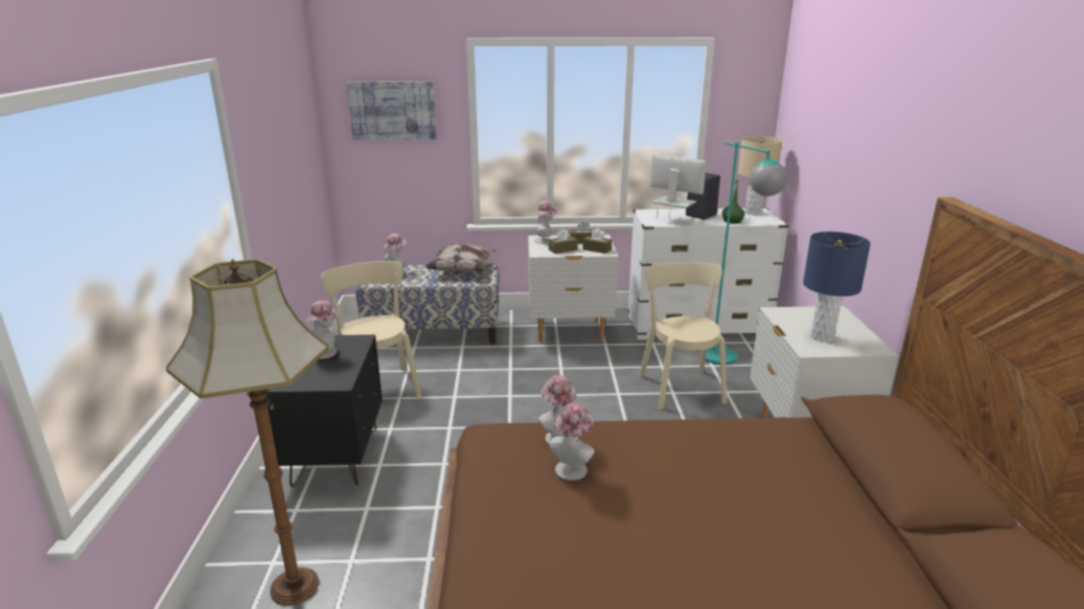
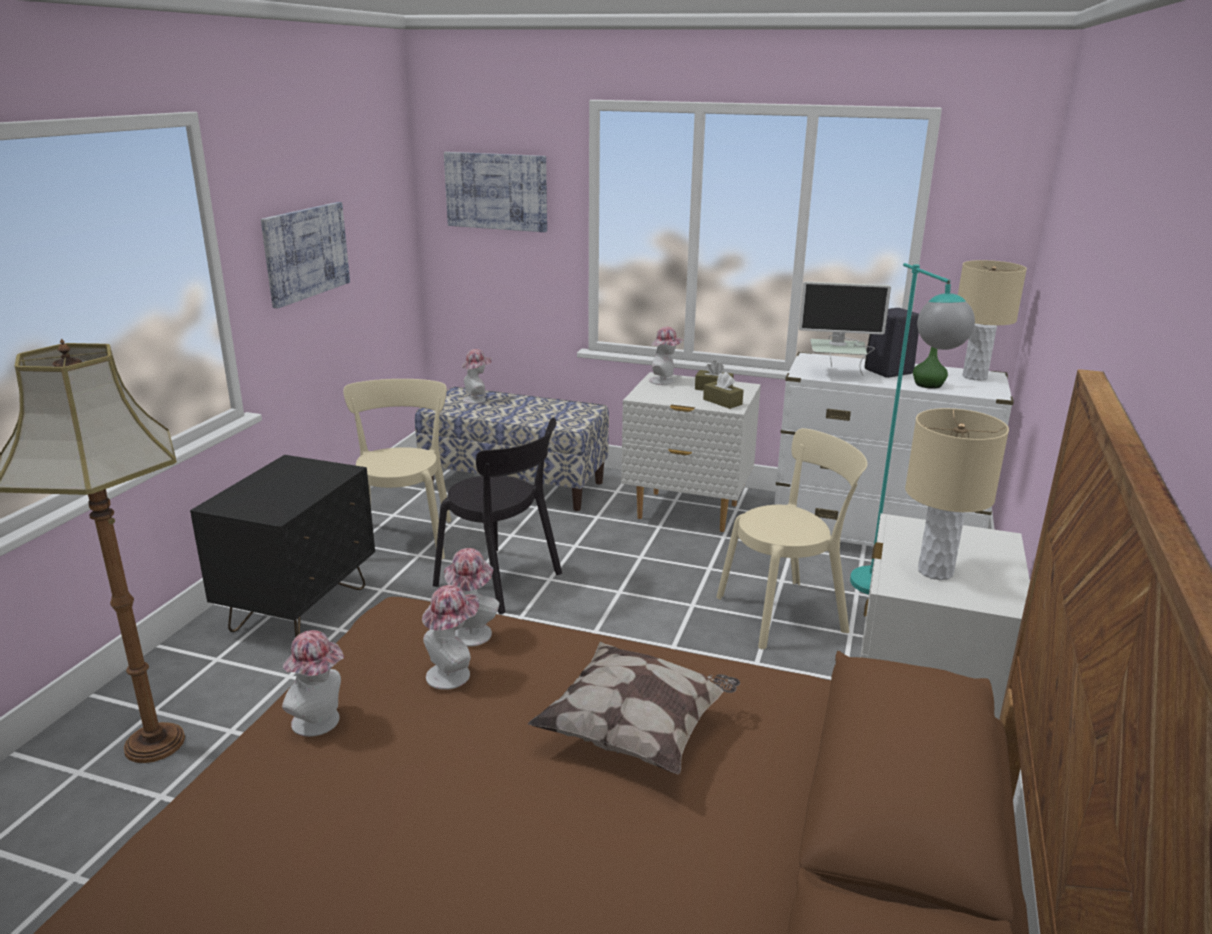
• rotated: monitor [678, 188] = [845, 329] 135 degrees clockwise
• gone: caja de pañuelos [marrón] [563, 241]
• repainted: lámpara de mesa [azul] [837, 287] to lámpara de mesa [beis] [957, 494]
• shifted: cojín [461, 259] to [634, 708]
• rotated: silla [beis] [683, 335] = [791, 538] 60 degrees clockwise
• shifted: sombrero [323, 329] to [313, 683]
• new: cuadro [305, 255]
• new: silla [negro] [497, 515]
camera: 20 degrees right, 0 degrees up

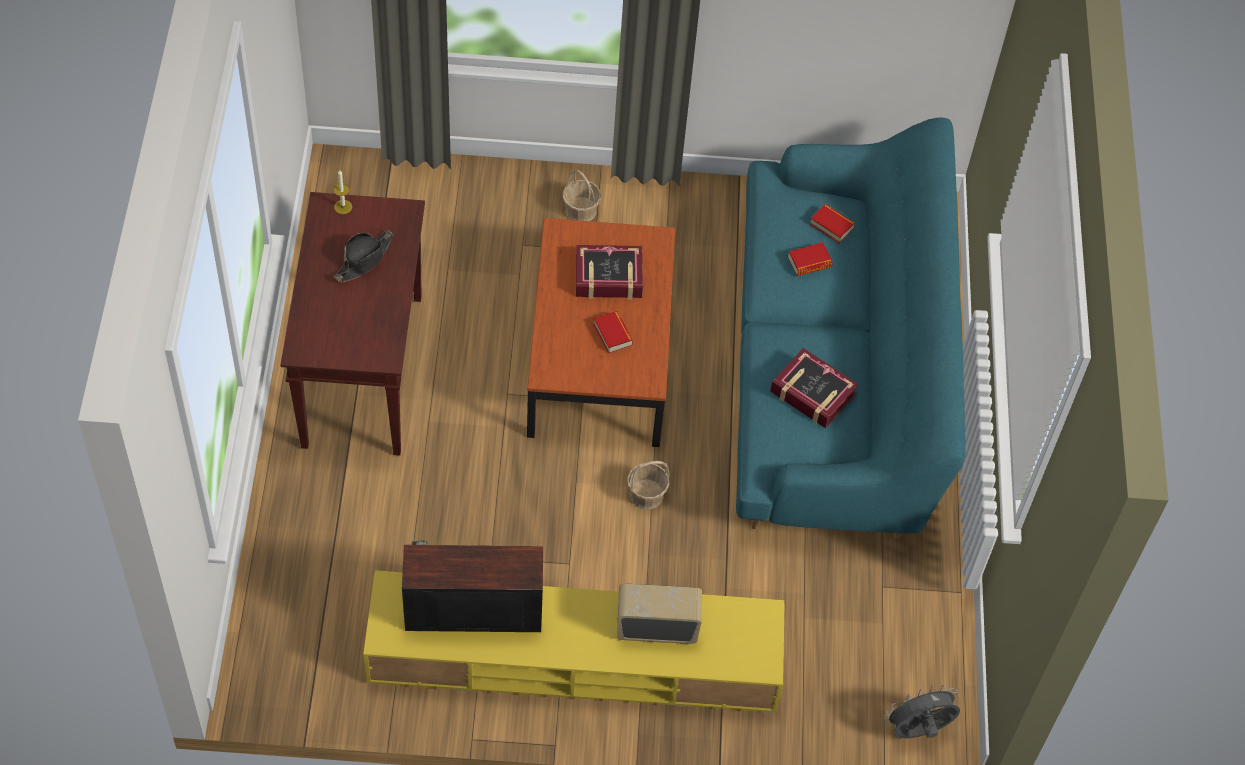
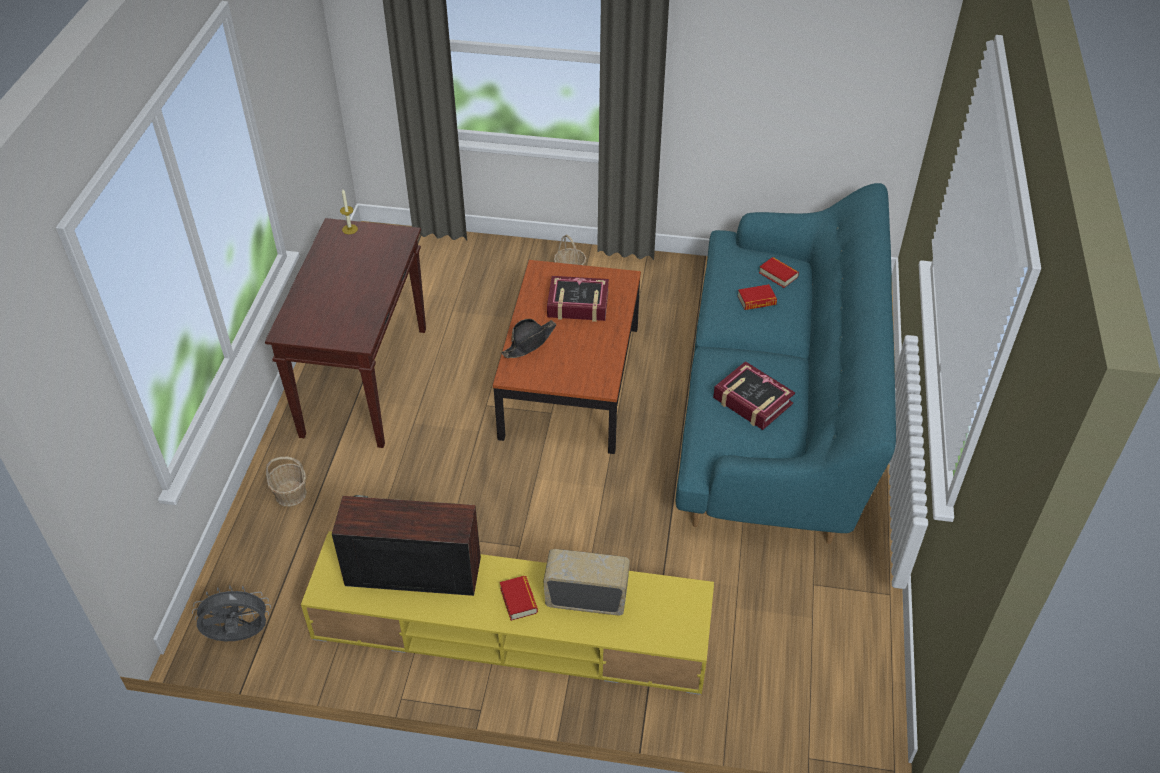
• shifted: sombrero [negro] [364, 256] to [529, 338]
• shifted: libro [613, 332] to [519, 598]
• shifted: cesta [648, 485] to [286, 481]
• shifted: ventilador [gris] [921, 711] to [231, 613]
camera: 10 degrees right, 10 degrees down

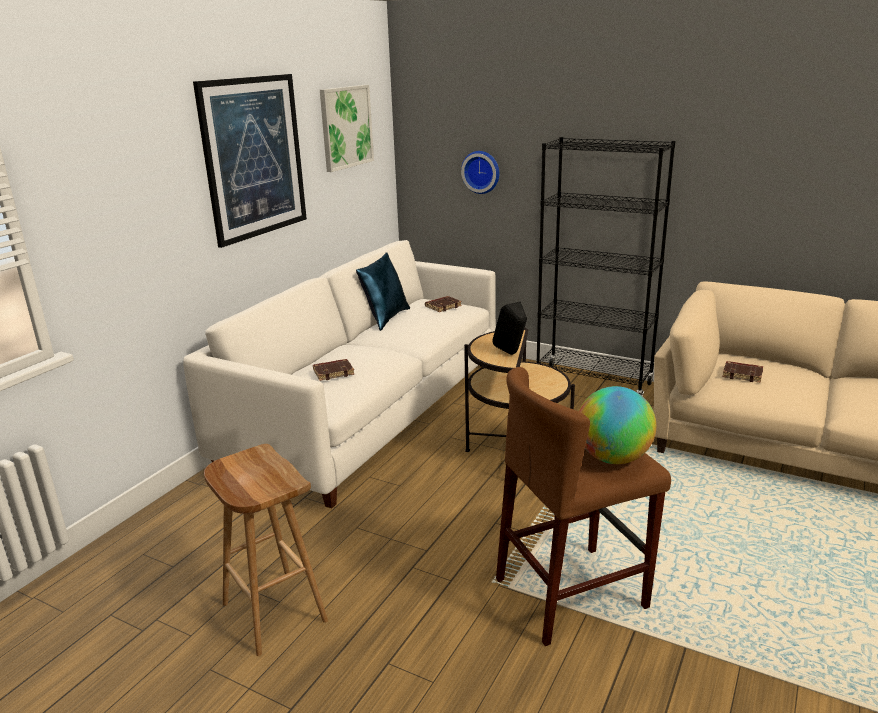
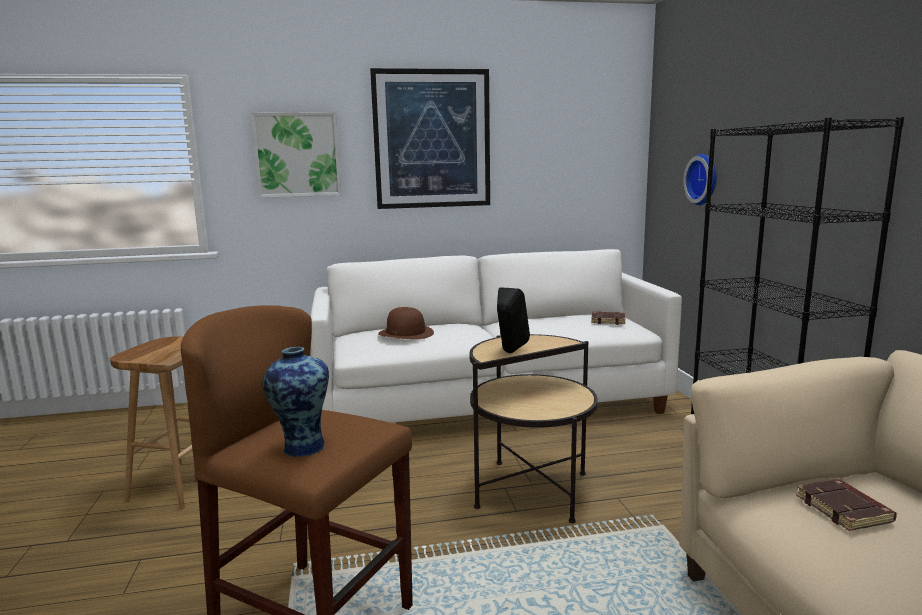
• shifted: cuadro [347, 128] to [296, 155]
• gone: cojín [azul] [383, 291]
• swapped: libro [marrón] [333, 370] to sombrero [marrón] [406, 323]
• swapped: globo terráqueo [617, 425] to florero [296, 402]
camera: 50 degrees right, 10 degrees down

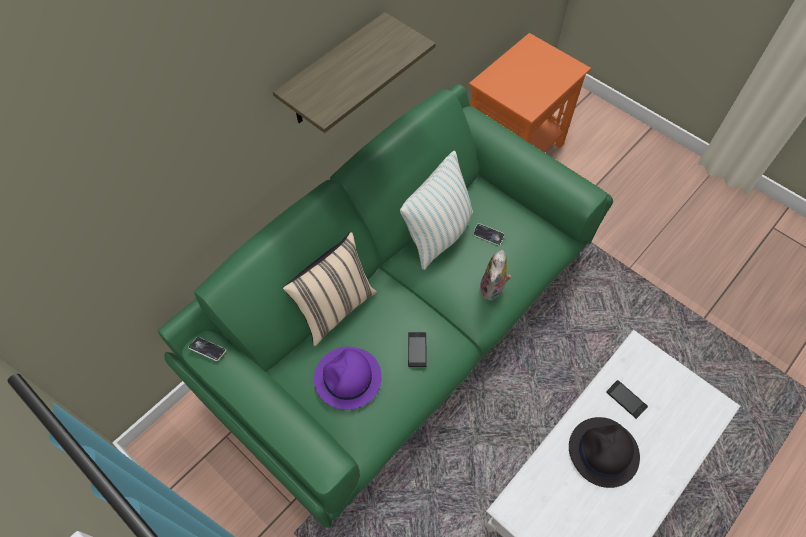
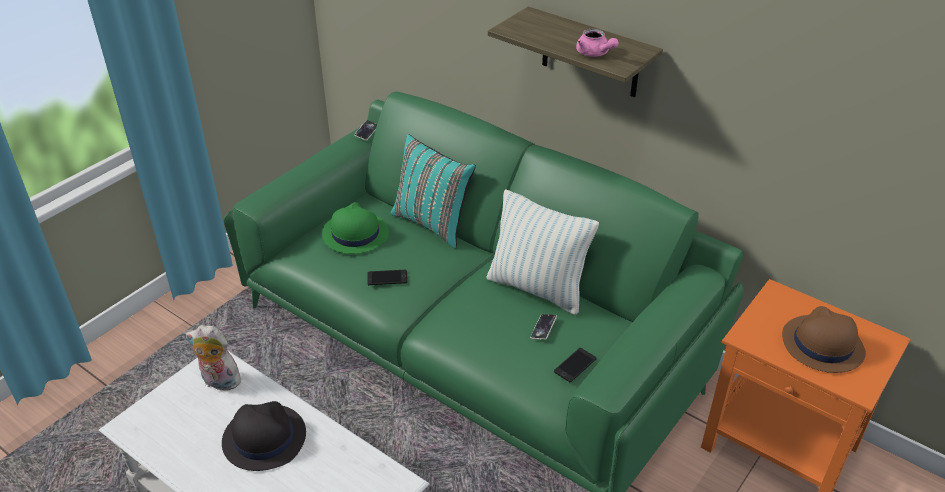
• repainted: cojín [beis] [330, 289] to cojín [turquesa] [433, 191]
• shifted: peluche [495, 275] to [213, 358]
• repainted: sombrero [morado] [348, 378] to sombrero [verde] [355, 228]
• shifted: móvil [627, 399] to [575, 365]
• new: tetera [rosa] [597, 43]
• new: sombrero [marrón] [824, 339]
camera: 85 degrees right, 20 degrees down

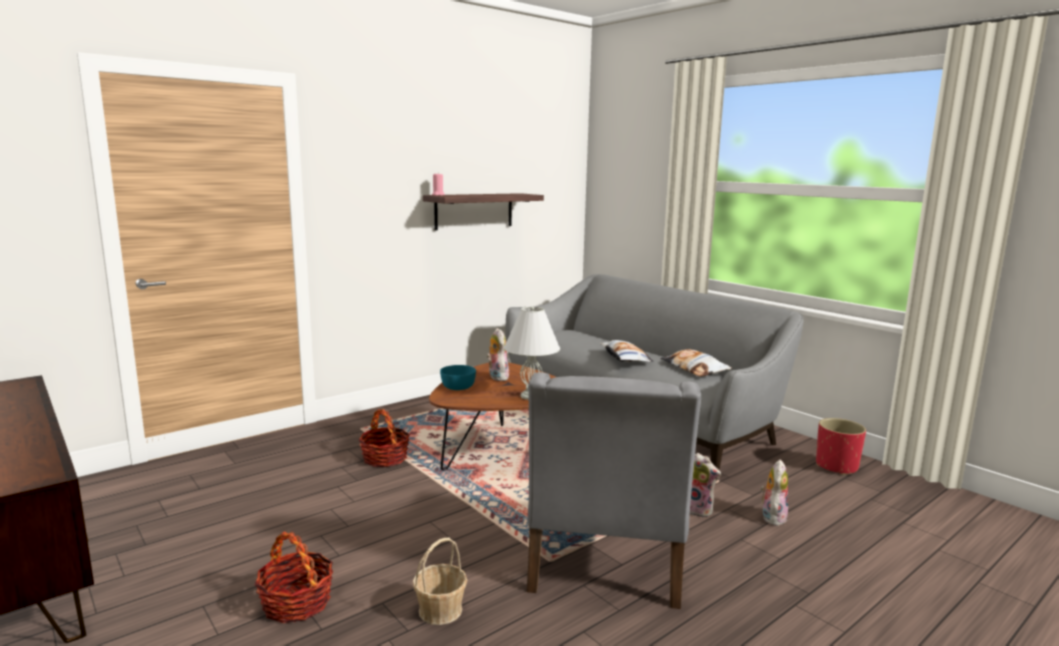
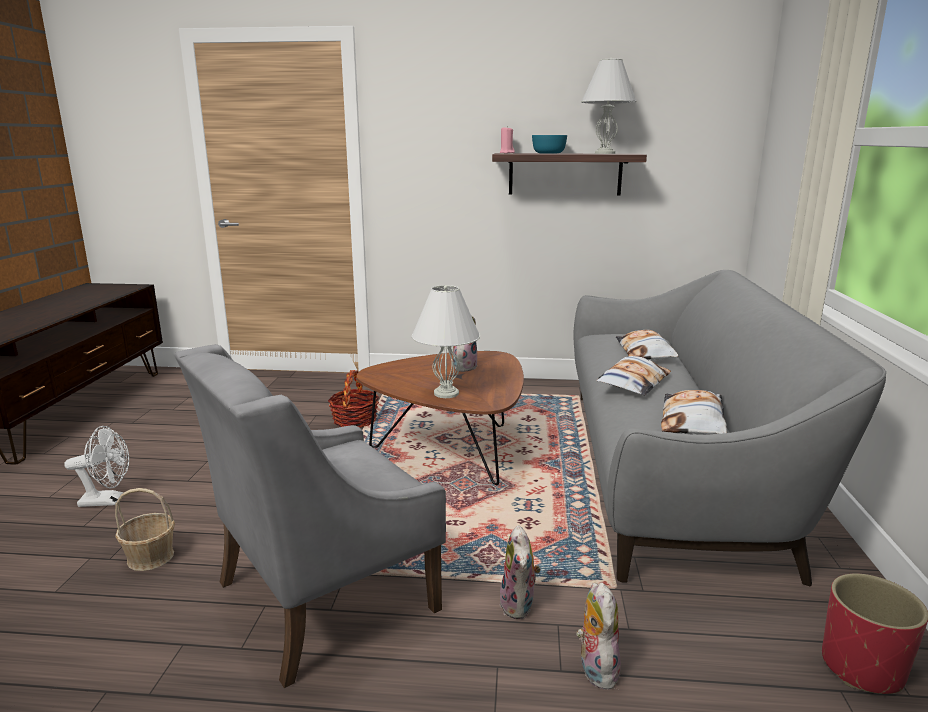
• shifted: cuenco [turquesa] [458, 377] to [549, 144]
• rotated: peluche [774, 493] = [598, 636] 75 degrees counterclockwise
• swapped: cesta [294, 577] to ventilador [blanco] [96, 466]
• new: lámpara de mesa [blanco] [608, 106]
• new: cojín [647, 345]
camera: 45 degrees right, 5 degrees up

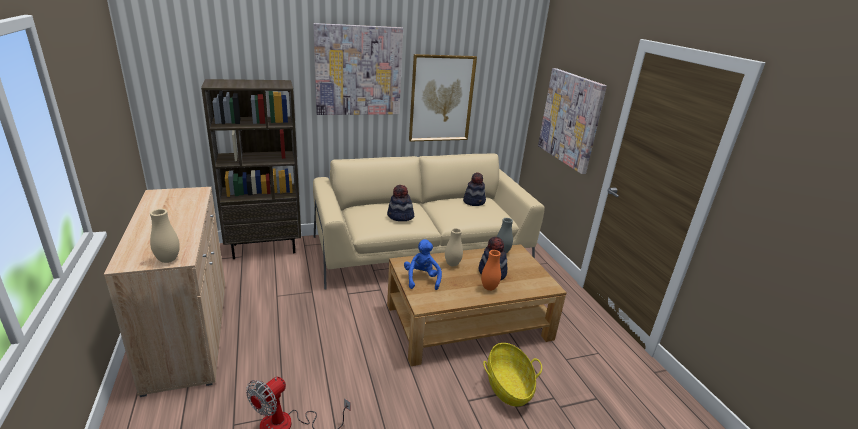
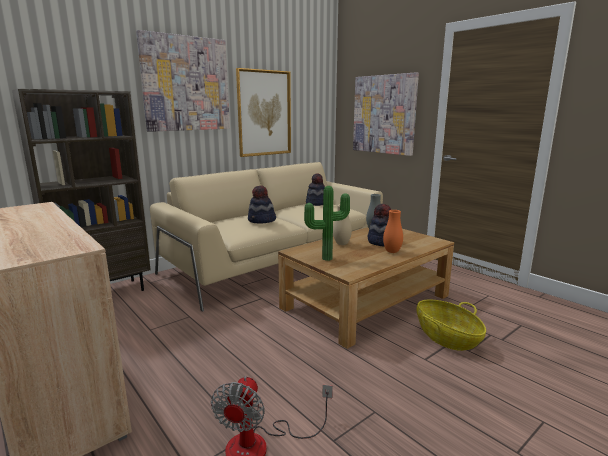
• gone: florero [beis] [165, 236]
• swapped: peluche [azul] [423, 264] to planta en maceta [327, 223]
camera: 20 degrees left, 10 degrees down

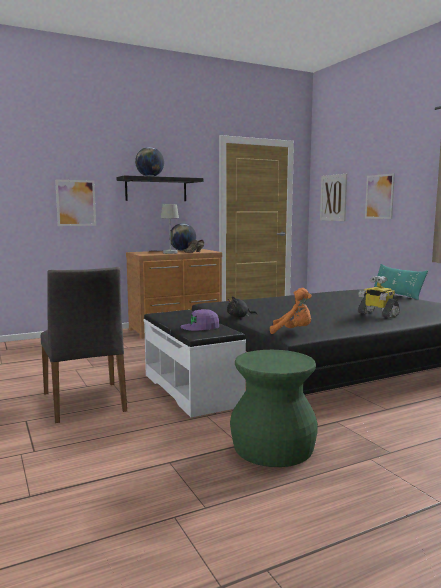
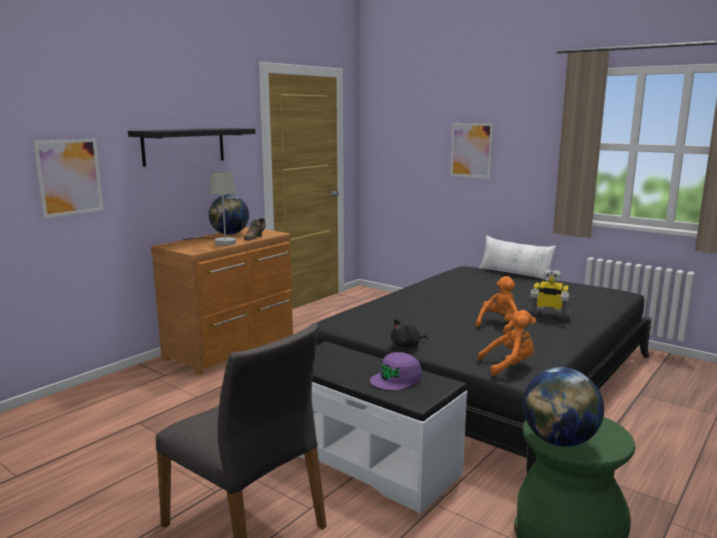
• shifted: globo terráqueo [149, 161] to [563, 407]
• gone: cuadro [333, 197]
• repainted: cojín [turquesa] [401, 282] to cojín [blanco] [517, 258]
• new: peluche [naranja] [497, 305]
camera: 25 degrees left, 5 degrees up

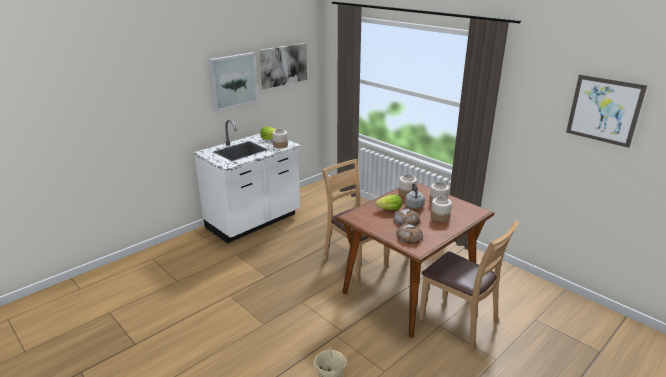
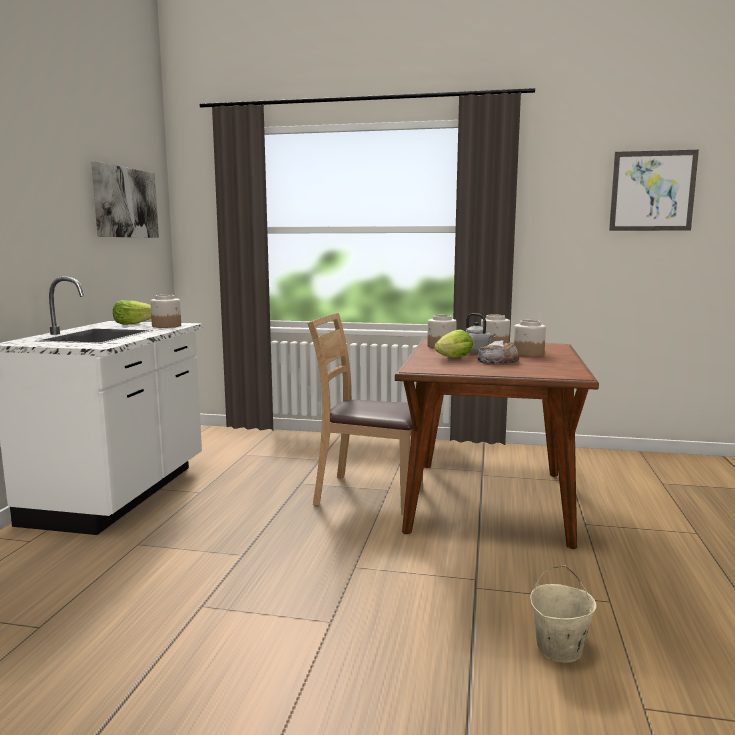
• gone: cuadro [233, 81]
• gone: silla [marrón] [469, 285]
• gone: pan [409, 233]
camera: 35 degrees left, 15 degrees down

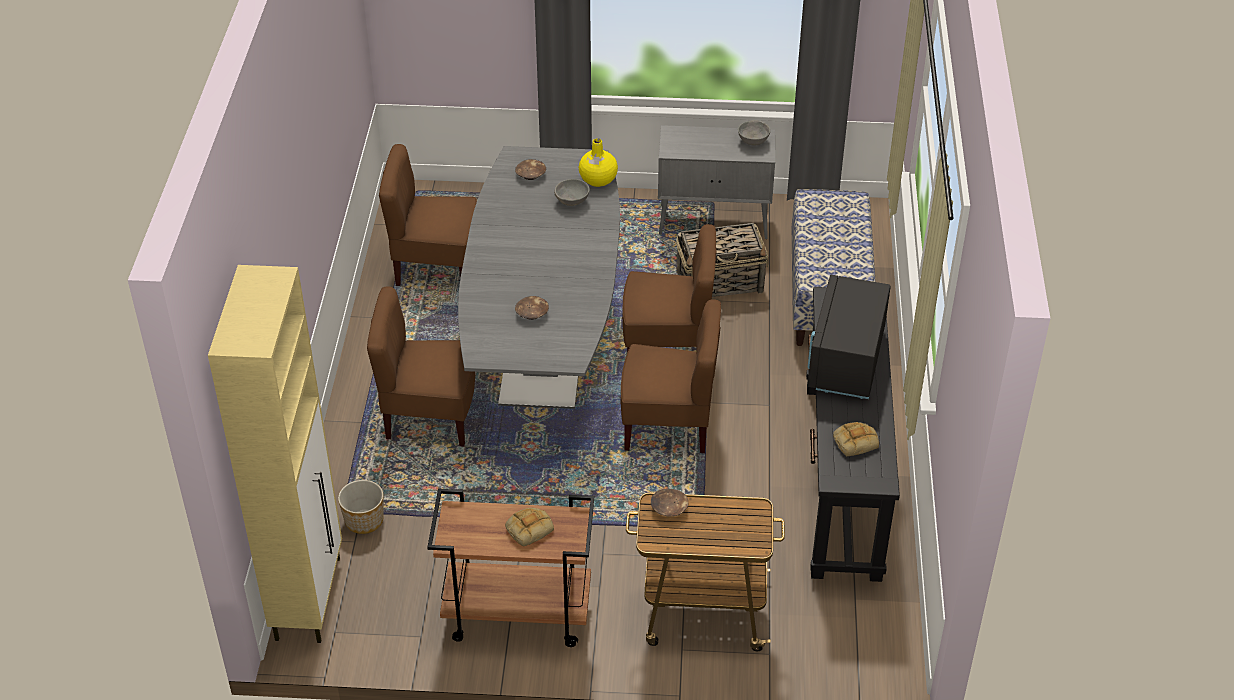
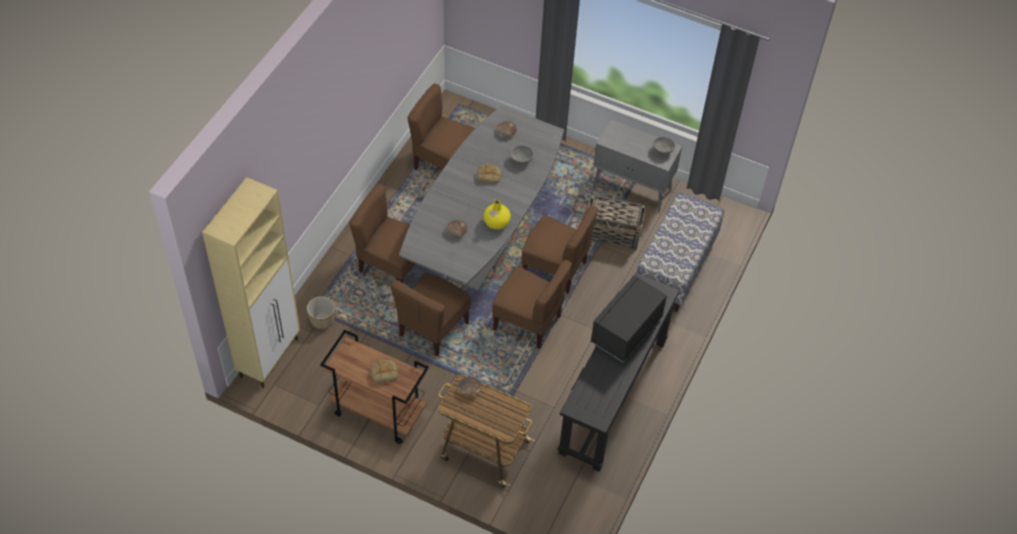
• shifted: florero [amarillo] [598, 162] to [497, 214]
• shifted: pan [856, 439] to [489, 173]
• new: silla [marrón] [430, 314]
camera: 20 degrees right, 10 degrees up

